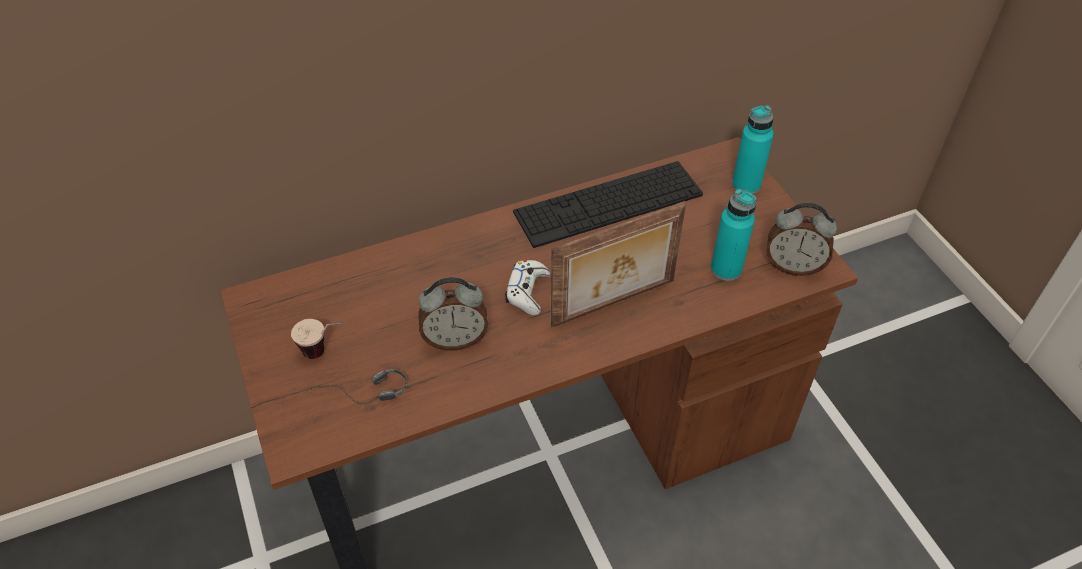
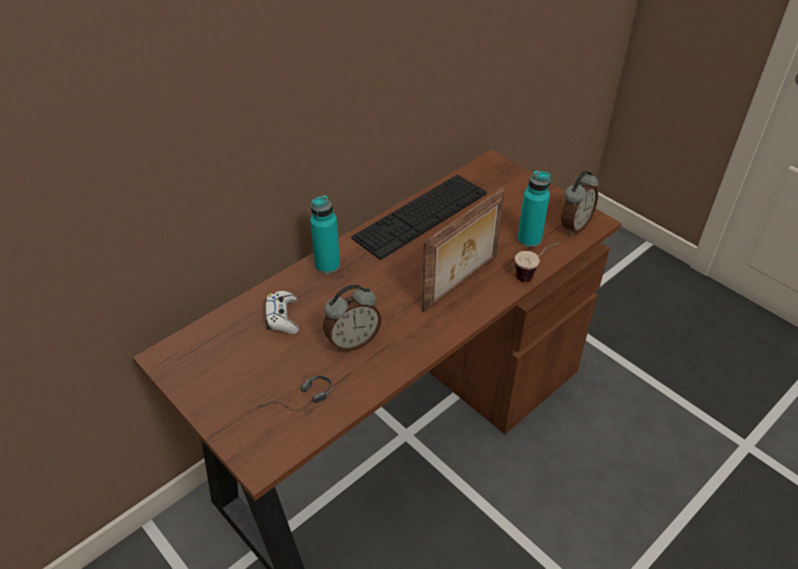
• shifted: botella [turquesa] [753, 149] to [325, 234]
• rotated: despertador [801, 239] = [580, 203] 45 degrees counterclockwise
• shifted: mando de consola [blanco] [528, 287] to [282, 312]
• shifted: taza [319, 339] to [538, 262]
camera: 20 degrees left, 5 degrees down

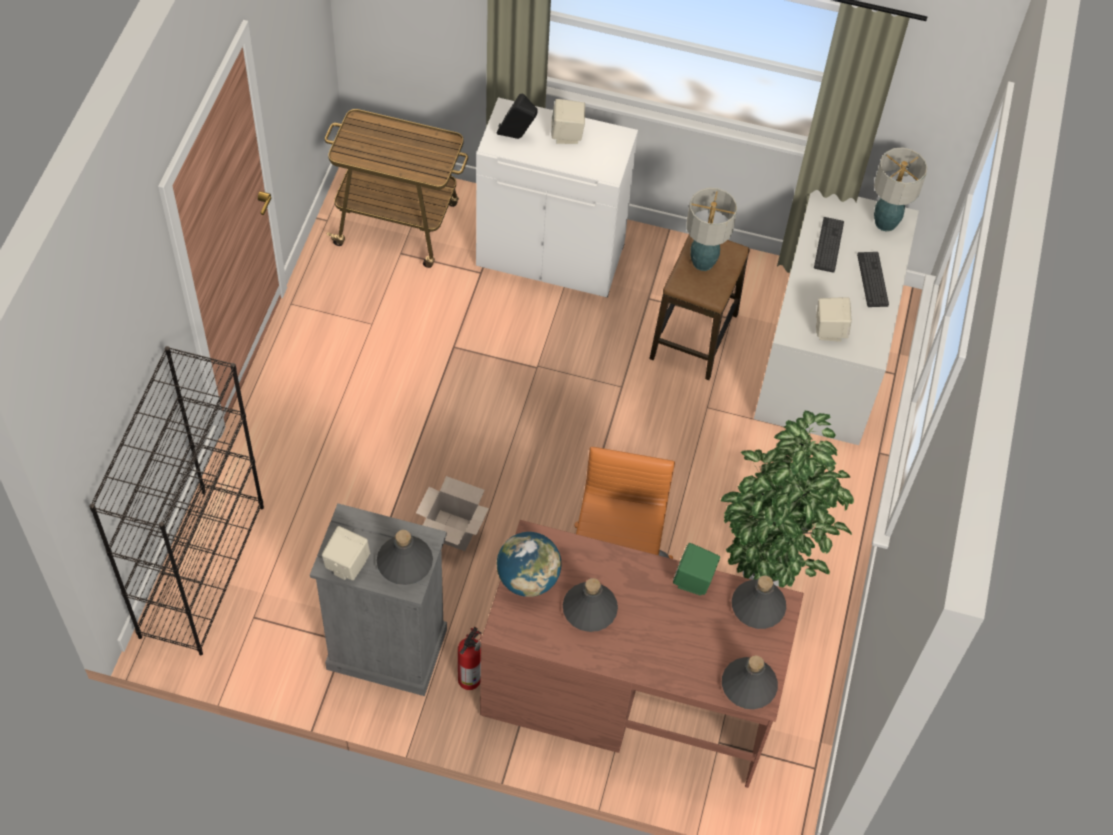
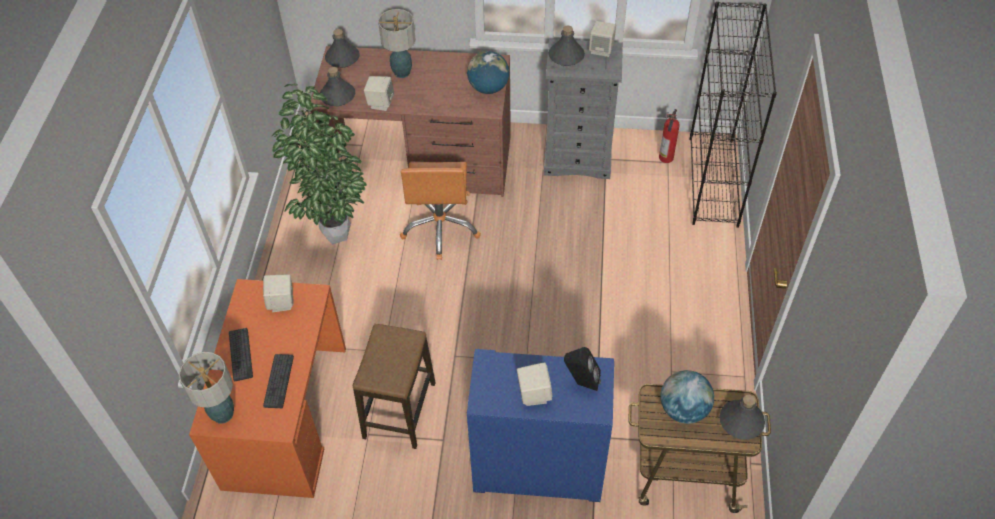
• repainted: armario [blanco] [557, 197] to armario [azul] [540, 425]
• shifted: lámpara de mesa [712, 229] to [397, 43]
• repainted: escritorio [blanco] [836, 317] to escritorio [naranja] [267, 388]
• gone: caja de cartón [452, 513]
• repainted: altavoz [verde] [696, 569] to altavoz [beis] [379, 93]
• shifted: botella [gris] [590, 605] to [742, 417]
• shifted: extintor [470, 658] to [669, 136]
• new: globo terráqueo [687, 397]
camera: 175 degrees right, 5 degrees down

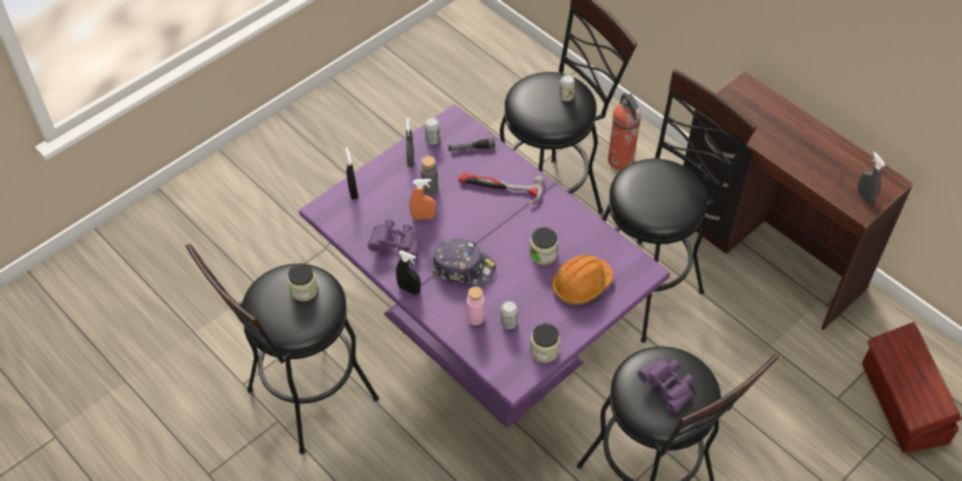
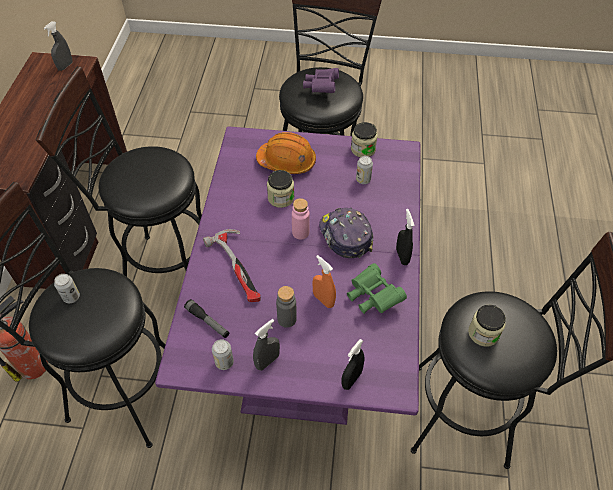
• repainted: prismáticos [morado] [394, 240] to prismáticos [verde] [377, 288]
• shifted: botella [rosa] [475, 305] to [301, 219]
• gone: caja de almacenaje [marrón] [911, 387]
camera: 130 degrees left, 0 degrees up

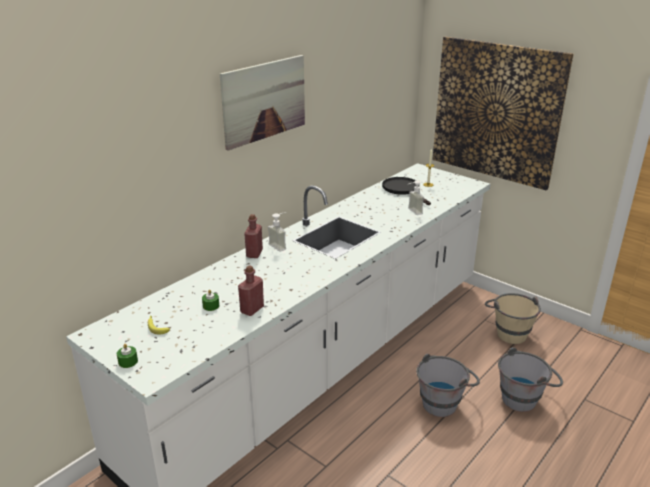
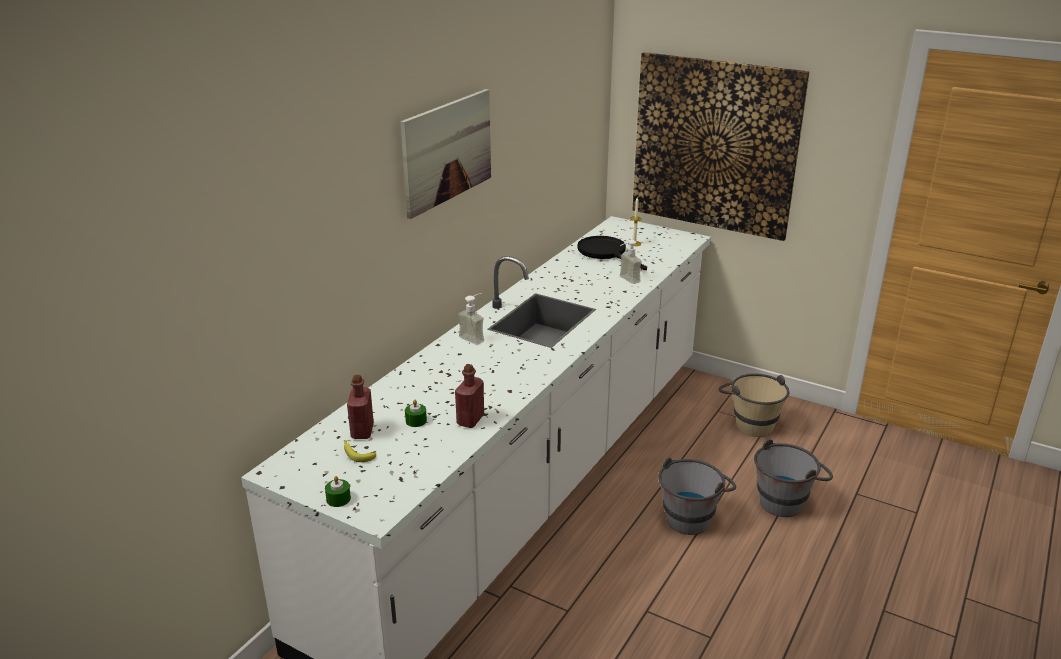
• shifted: botella [rojo] [253, 236] to [360, 407]
camera: 10 degrees left, 0 degrees up

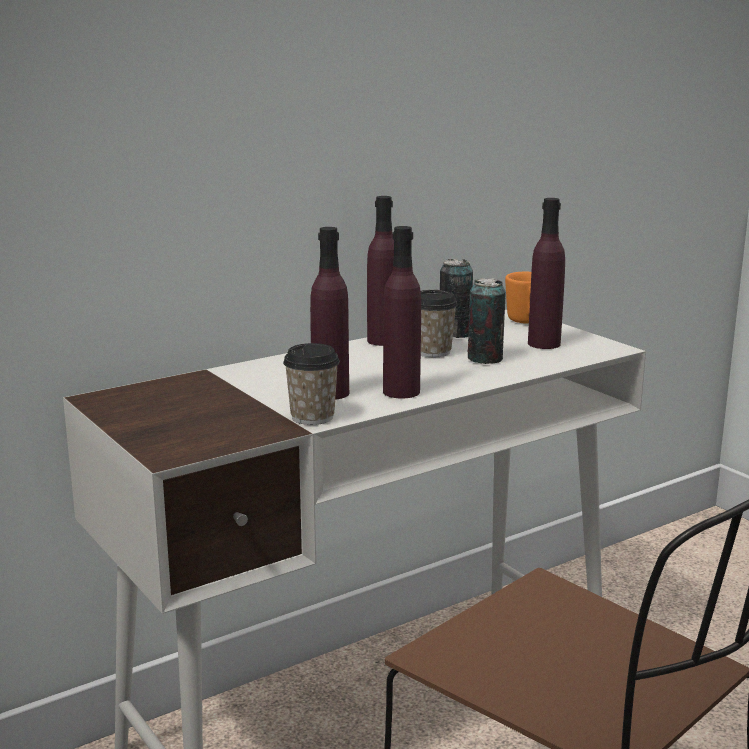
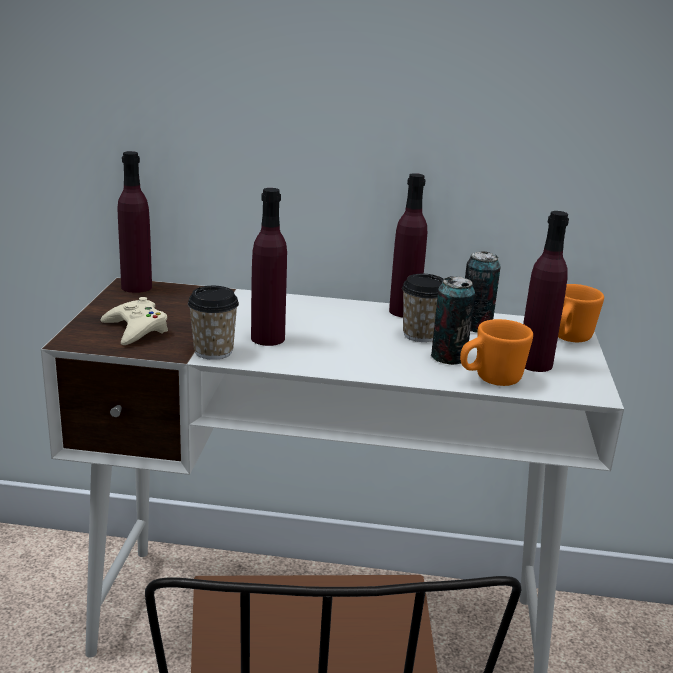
• shifted: botella [morado] [402, 312] to [134, 222]
• new: mando de consola [beis] [134, 321]
• new: taza grande [naranja] [496, 352]
camera: 40 degrees right, 5 degrees up

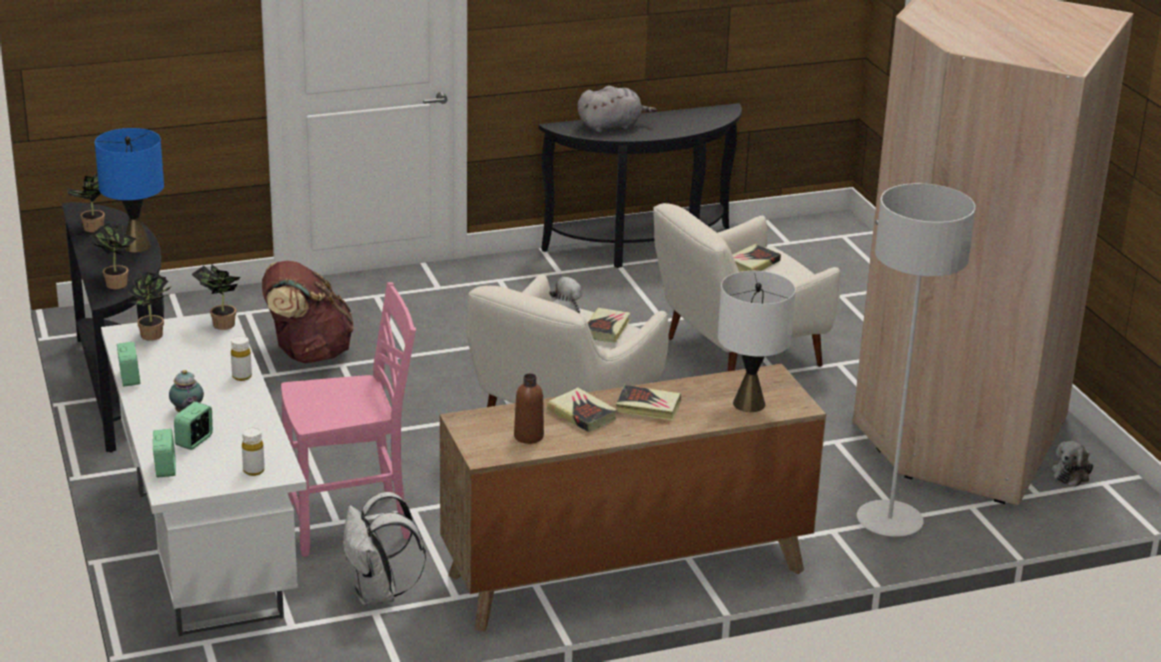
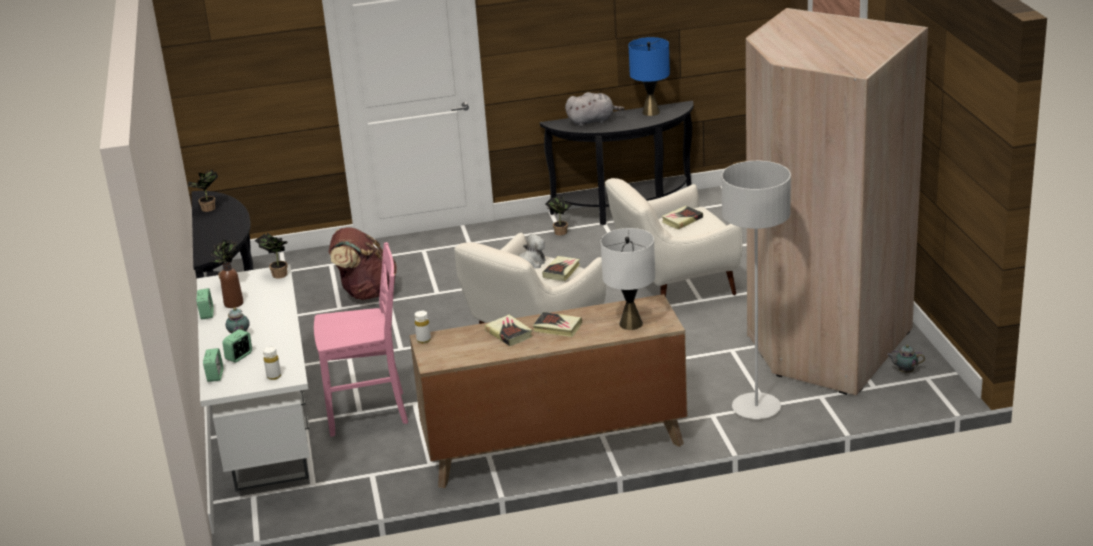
• shifted: lámpara de mesa [azul] [129, 190] to [649, 76]
• shifted: planta en maceta [112, 256] to [558, 216]
• shifted: botella [blanco] [241, 358] to [423, 327]
• shifted: botella [marrón] [529, 408] to [231, 285]
• swapped: peluche [1072, 464] to tetera [906, 359]
• gone: mochila [blanco] [384, 549]
camera: 10 degrees right, 0 degrees up

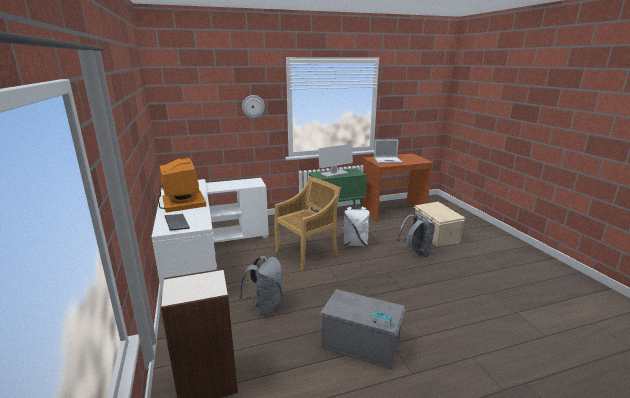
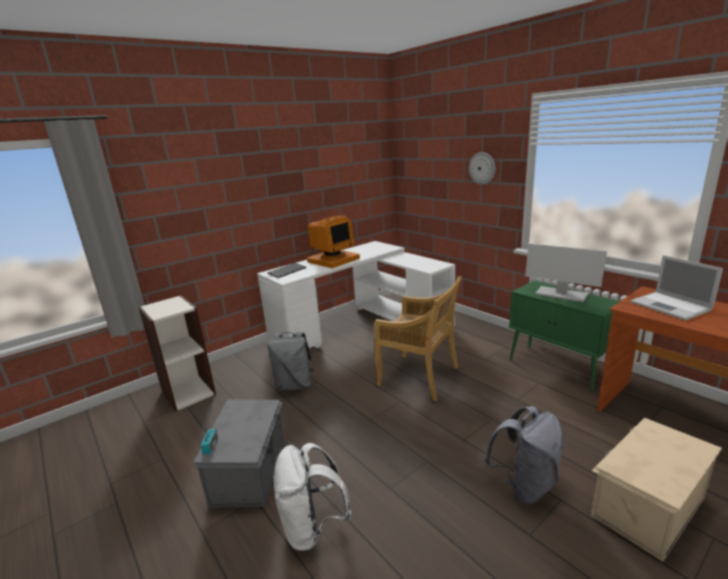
• shifted: mochila [blanco] [356, 226] to [312, 497]
camera: 70 degrees right, 0 degrees up

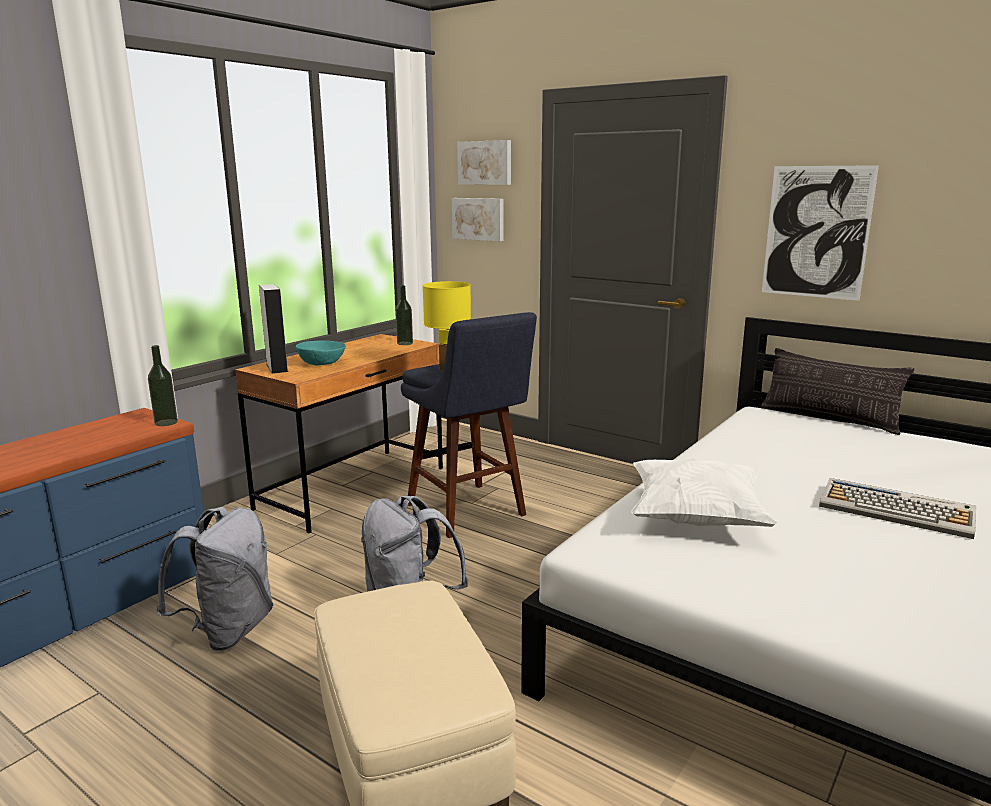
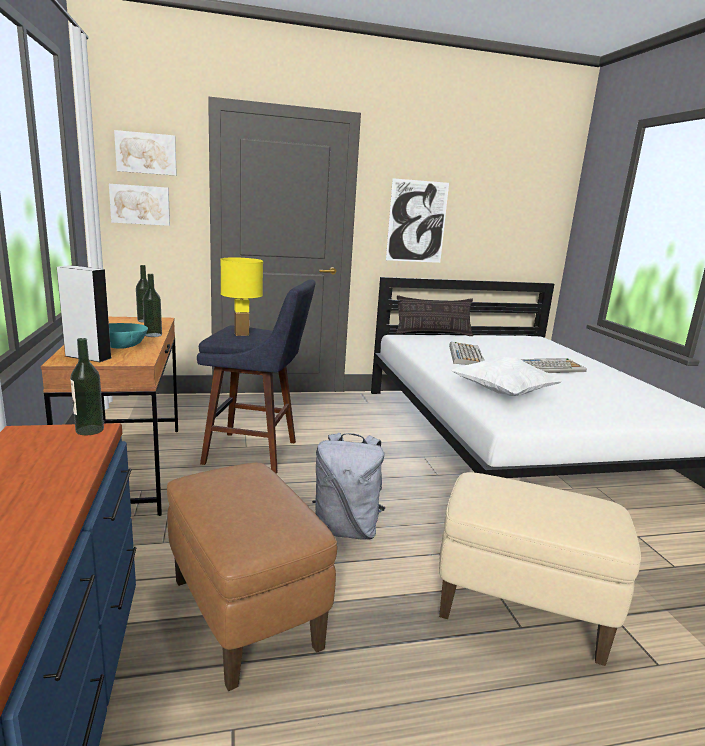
• swapped: mochila [gris] [215, 579] to puf [marrón] [252, 577]
• new: botella [152, 305]
• new: teclado [466, 353]
camera: 50 degrees left, 0 degrees up

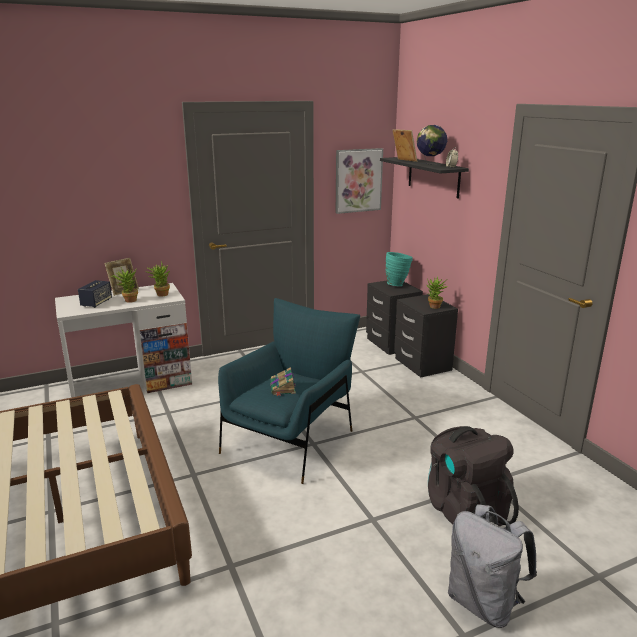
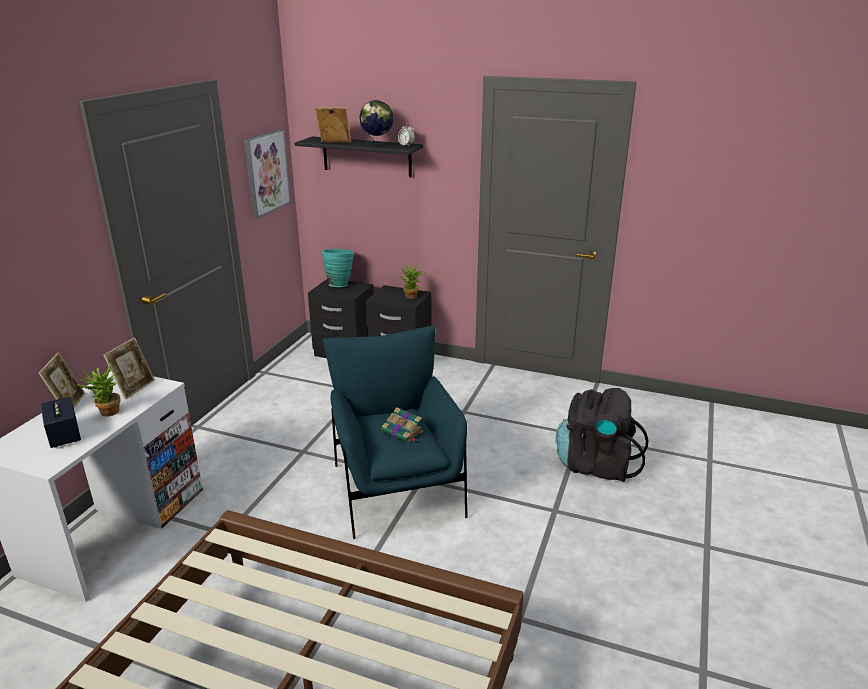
• swapped: planta en maceta [157, 279] to portarretratos [129, 368]
• gone: mochila [gris] [492, 566]
camera: 45 degrees left, 5 degrees up

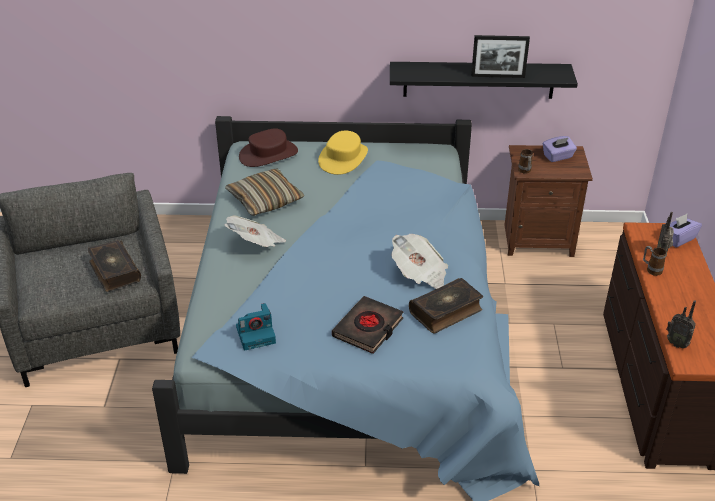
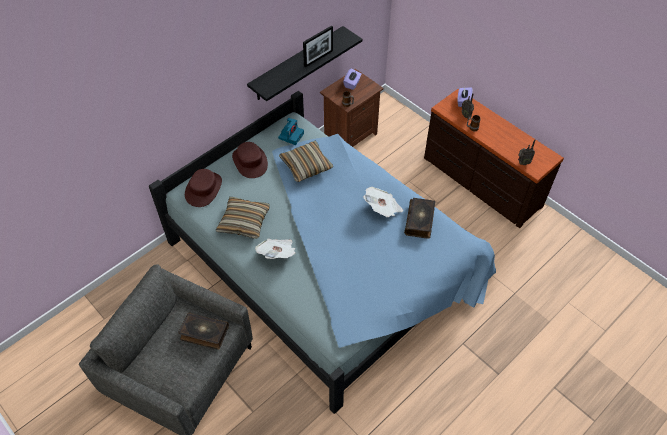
• repainted: sombrero [amarillo] [343, 153] to sombrero [marrón] [250, 160]
• gone: libro [negro] [368, 325]
• shifted: cámara [256, 326] to [291, 131]
• new: cojín [306, 161]
camera: 45 degrees left, 15 degrees up

